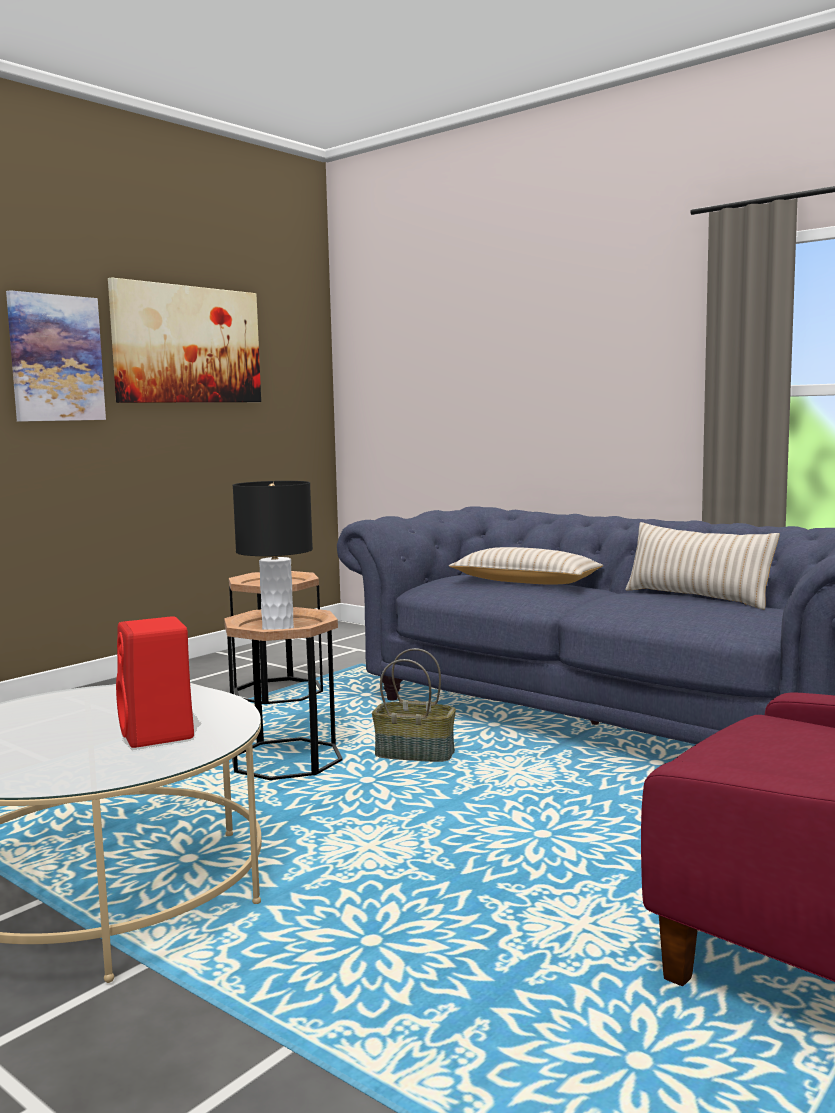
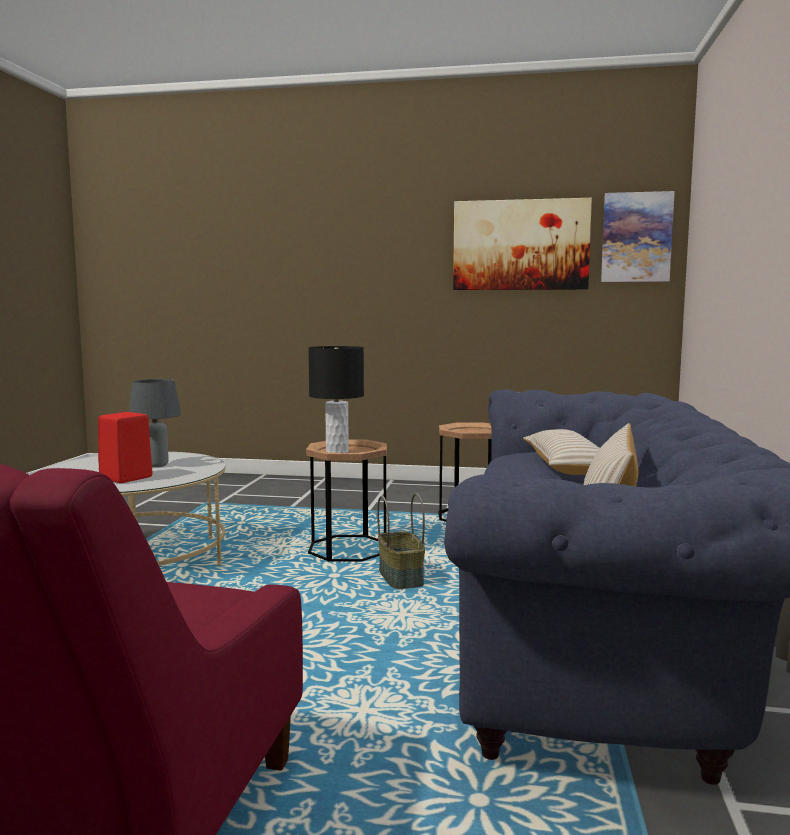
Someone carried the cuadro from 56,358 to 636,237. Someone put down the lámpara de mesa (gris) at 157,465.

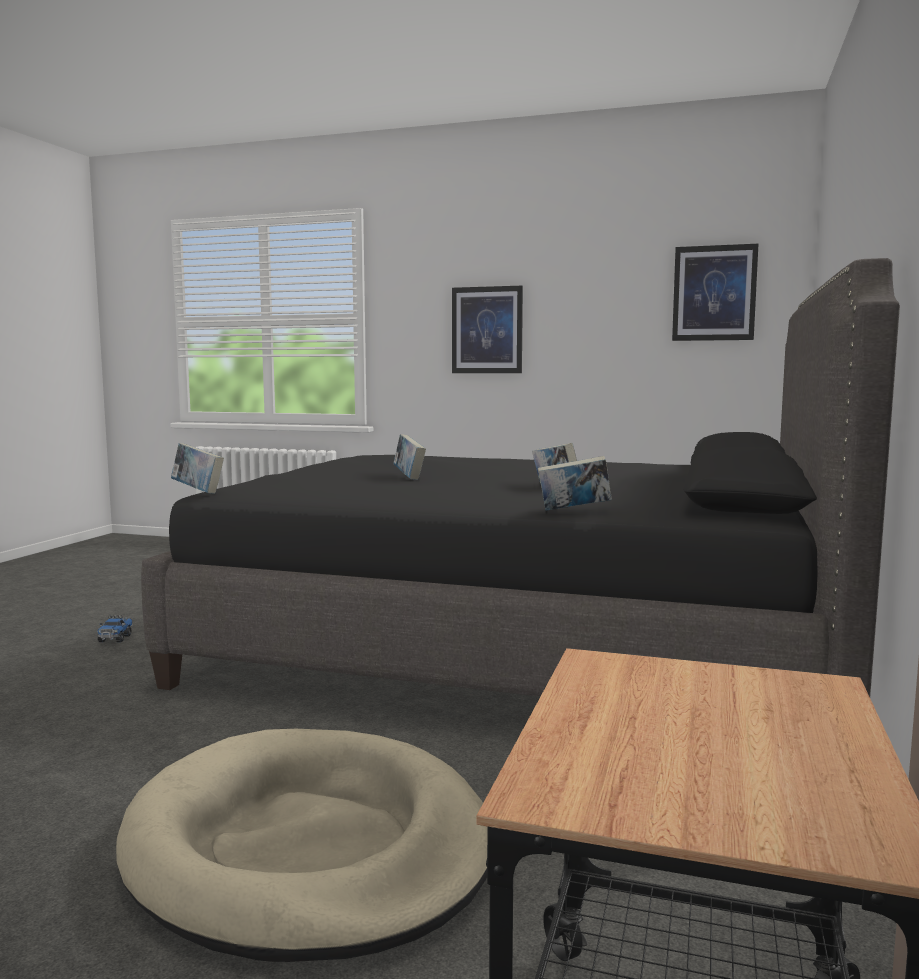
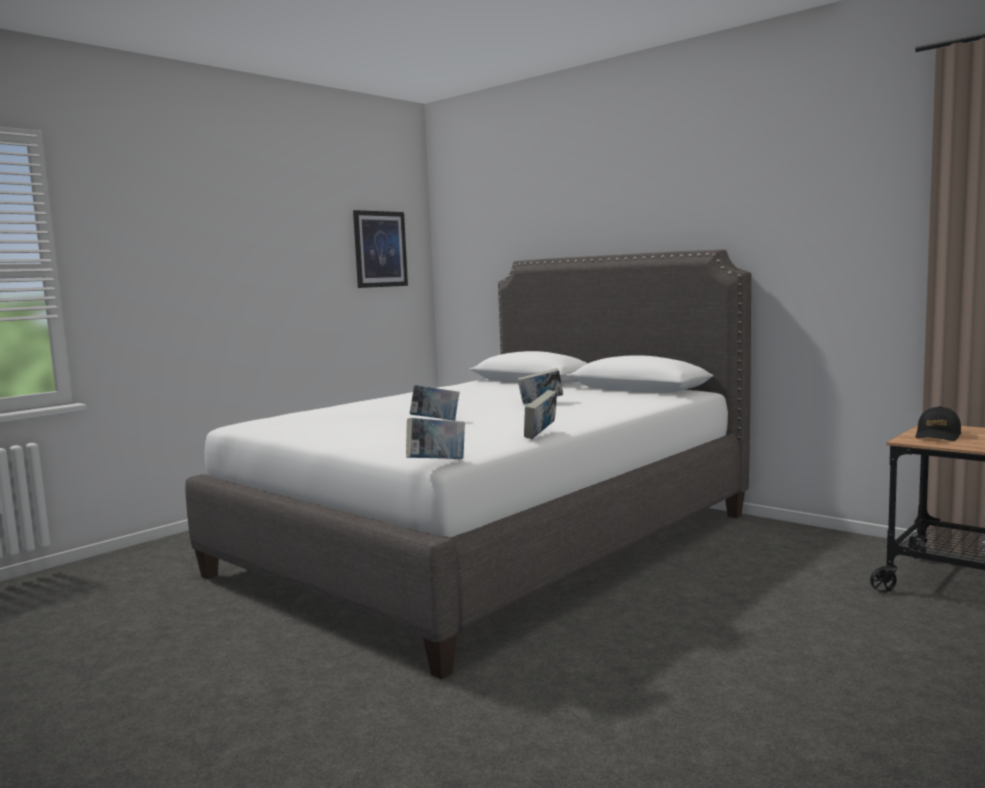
Someone repainted the cama (negro) at 519,649, which became the cama (blanco) at 491,543. Someone took away the cuadro at 487,330. Someone carried the libro from 573,510 to 541,435. Someone took away the camión de juguete at 115,638. Someone took away the cama para perro (beis) at 309,848. Someone put down the gorra (negro) at 938,436.

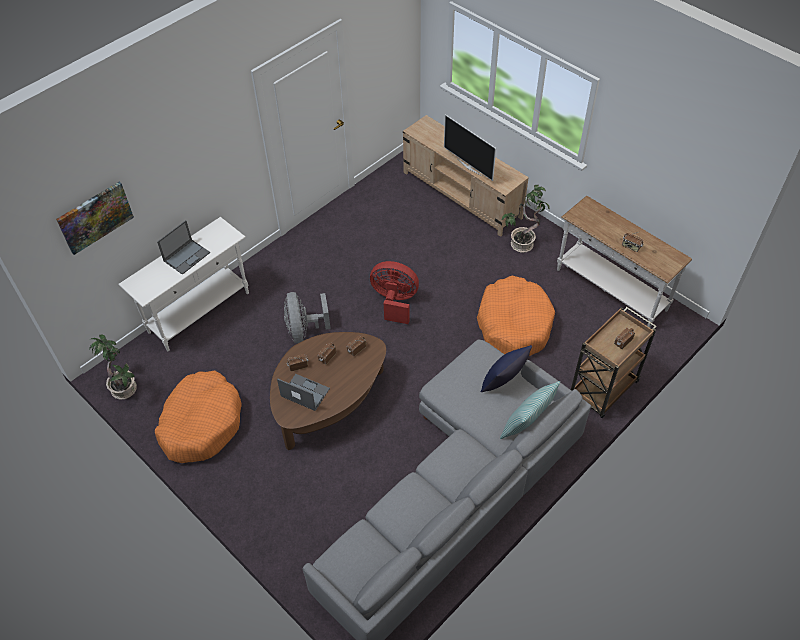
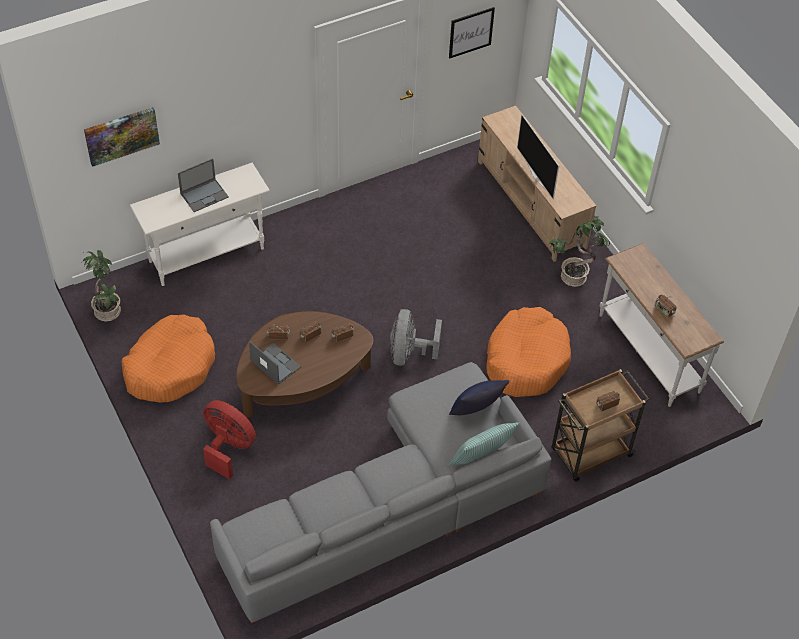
Someone carried the ventilador (rojo) from 394,302 to 228,447. Someone carried the ventilador (gris) from 304,330 to 409,353. Someone put up the cuadro at 471,32.

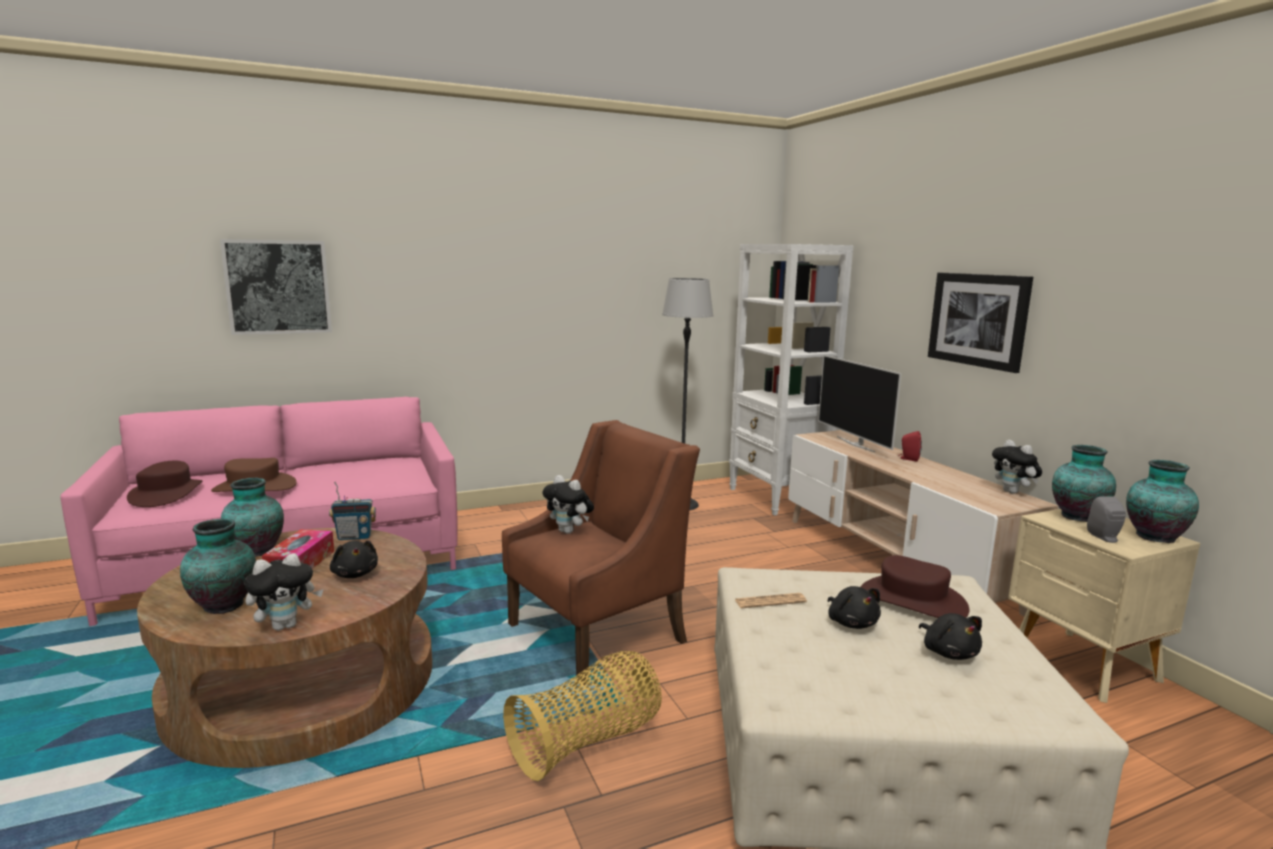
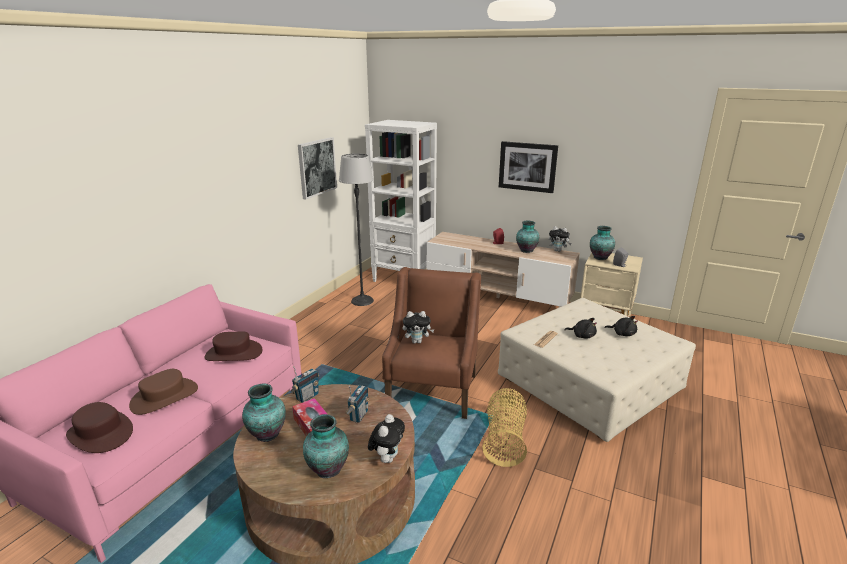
Someone carried the cuadro from 278,287 to 316,167. Someone took away the televisor at 856,444. Someone carried the florero from 1153,536 to 526,250. Someone swapped the peluche (negro) at 355,574 for the radio at 358,415. Someone carried the sombrero (marrón) from 912,600 to 233,353.

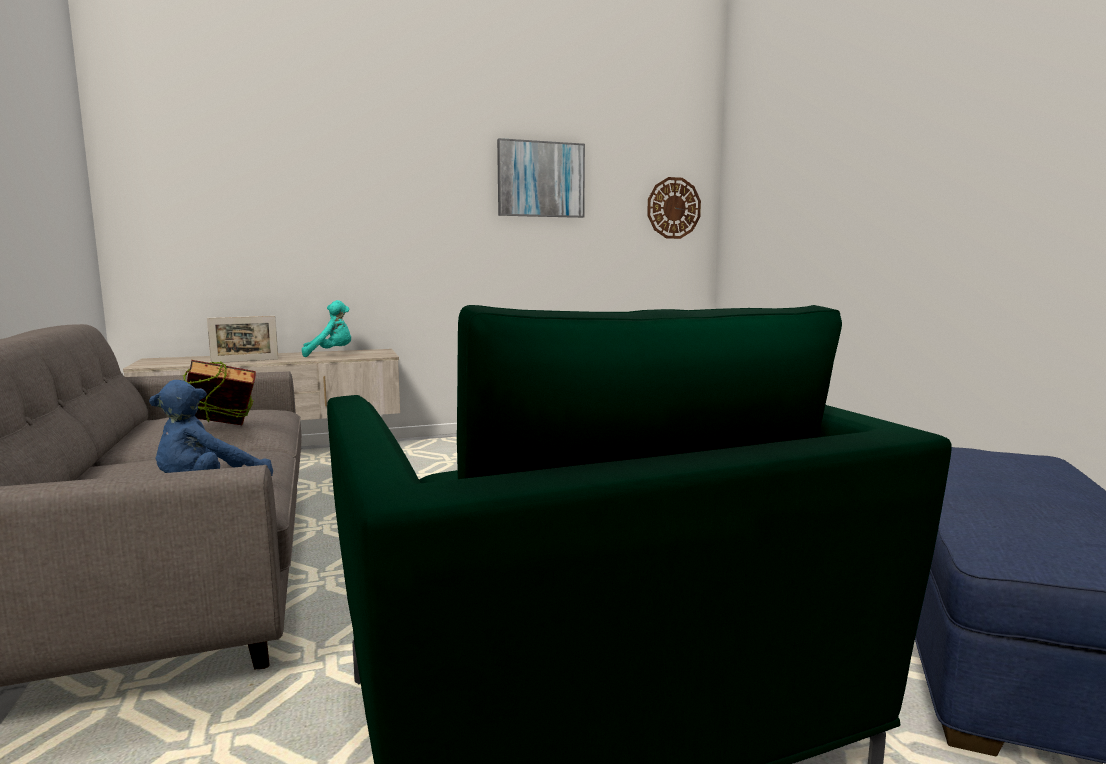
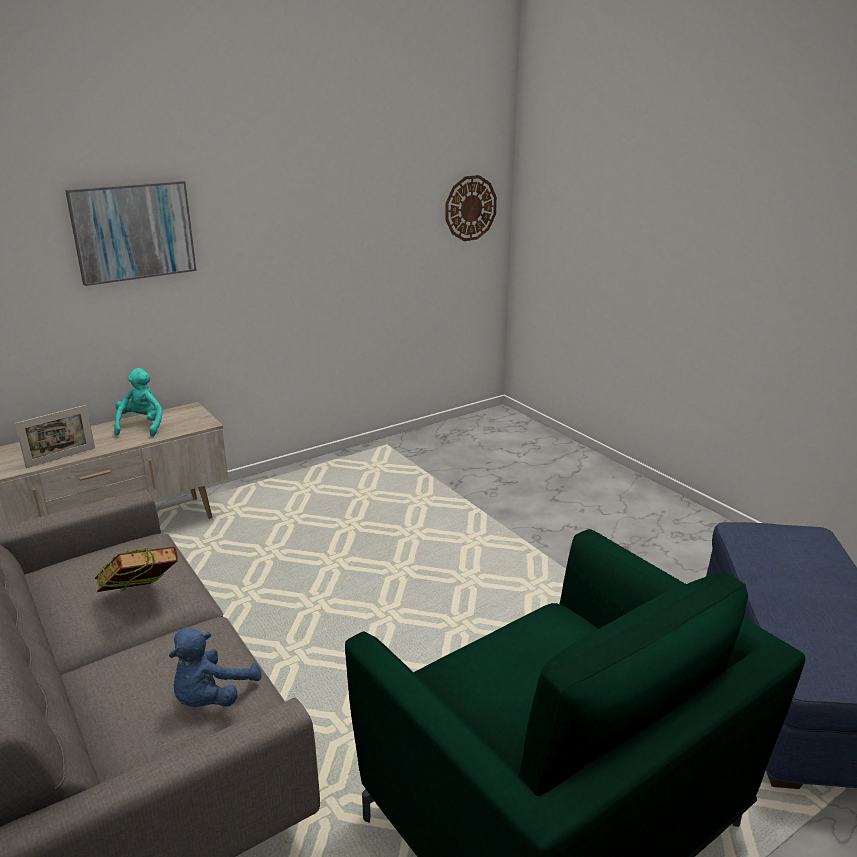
Someone carried the cuadro from 541,179 to 133,231. Someone rotated the peluche (turquesa) at 330,354 by 60 degrees counterclockwise.

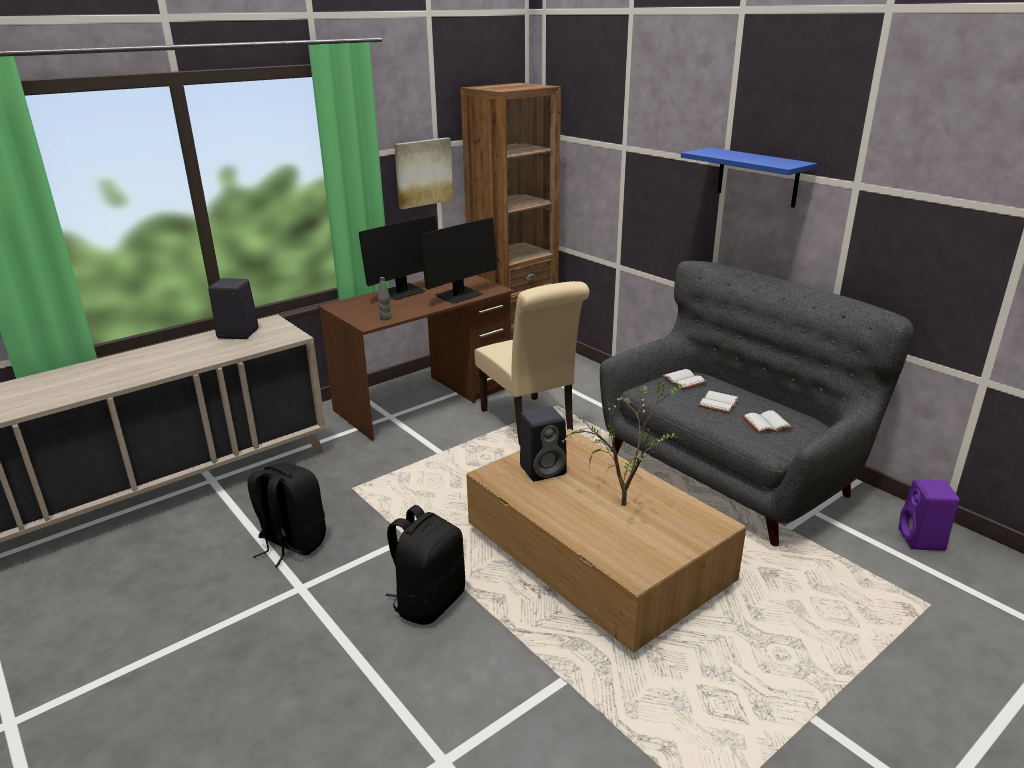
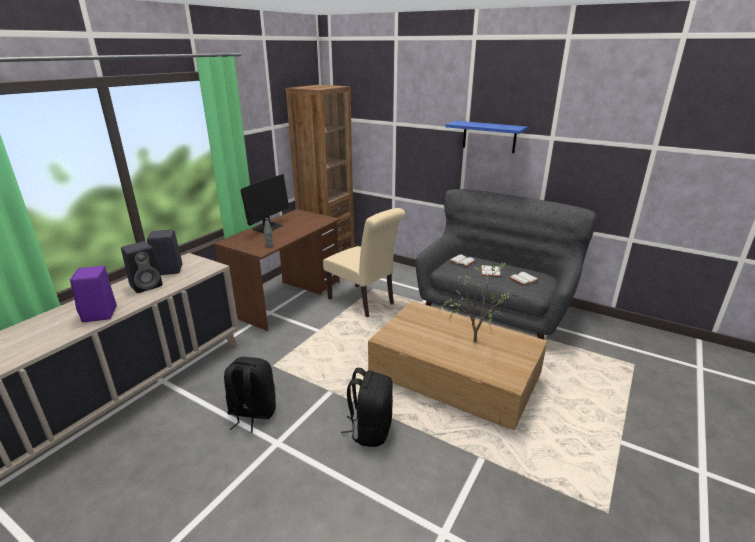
Someone took away the cuadro at 423,172. Someone took away the monitor at 459,295. Someone carried the altavoz (negro) from 544,469 to 147,285. Someone carried the altavoz (morado) from 922,540 to 100,315.

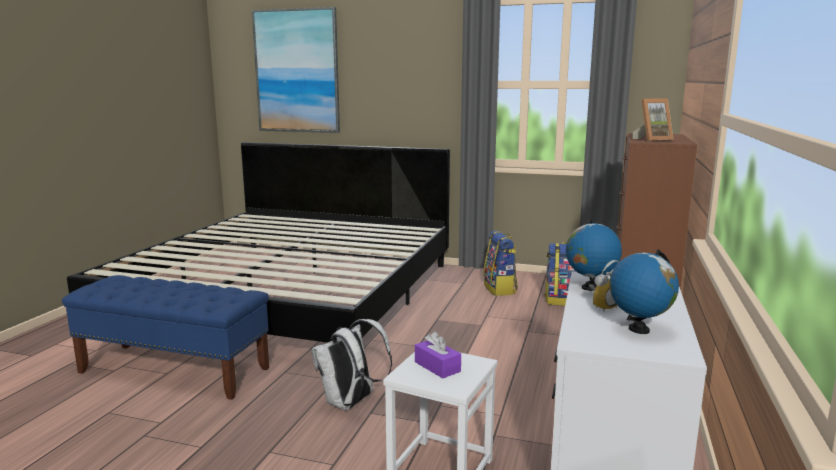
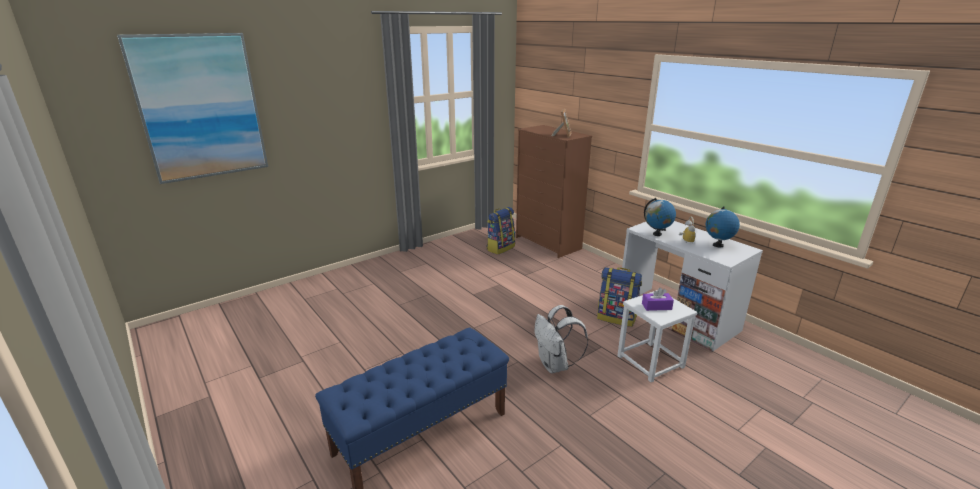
Someone took away the cama at 289,293. Someone carried the mochila from 500,289 to 617,317.

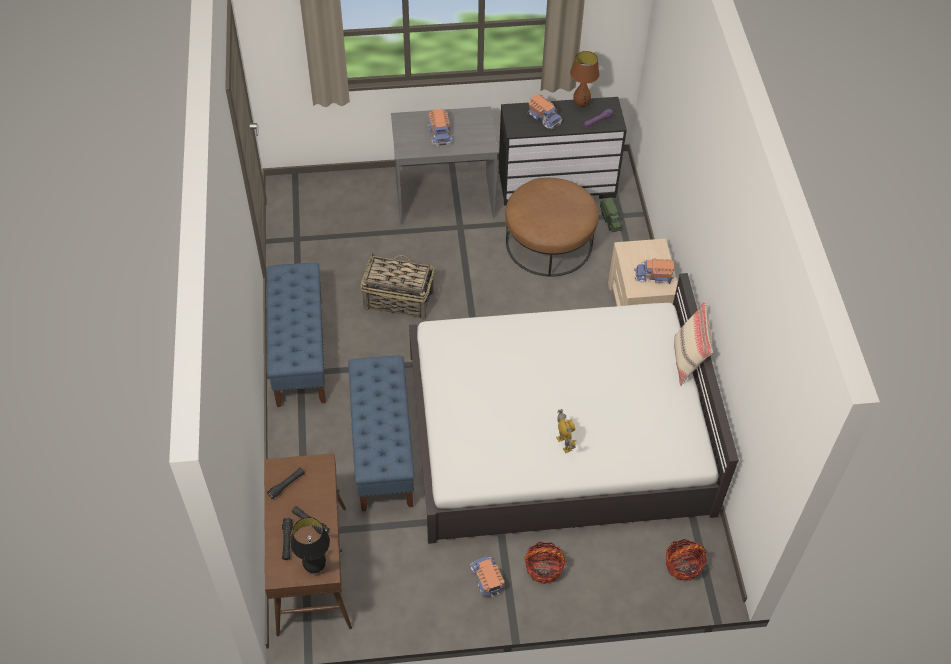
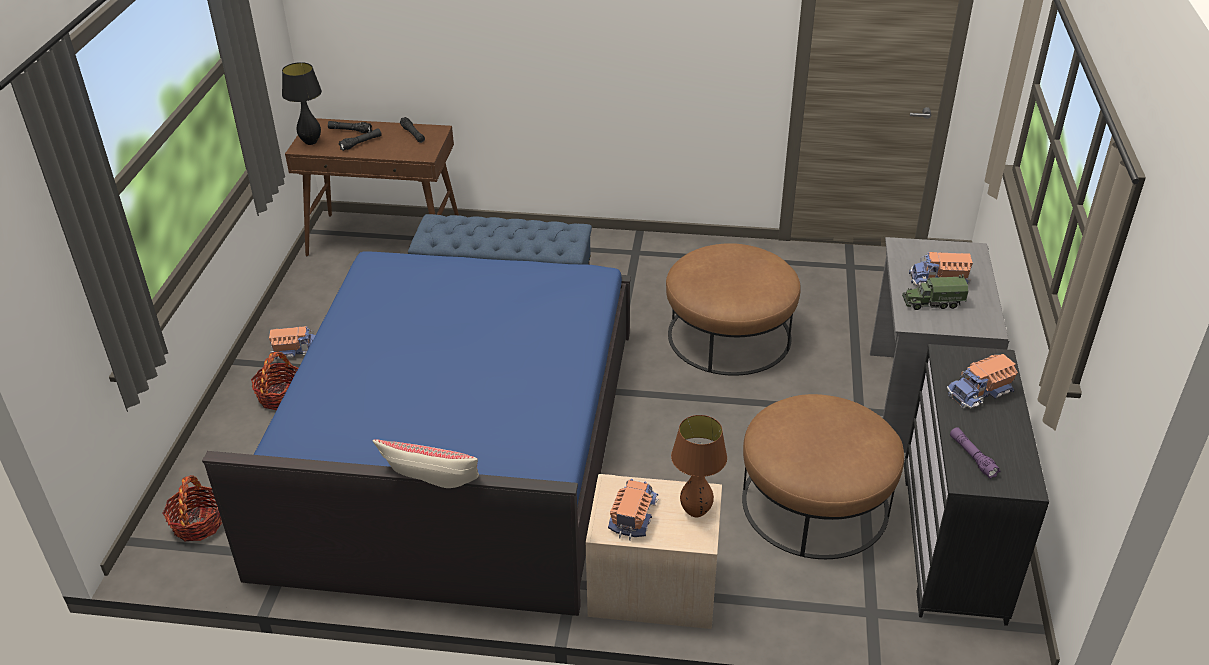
Someone carried the lámpara de mesa (marrón) from 581,104 to 696,512. Someone carried the camión de juguete from 611,220 to 933,302. Someone swapped the cesta at 398,300 for the puf (marrón) at 729,335. Someone took away the banco (azul) at 299,351. Someone repainted the cama (blanco) at 558,434, which became the cama (azul) at 457,445. Someone took away the robot de juguete at 564,443.

